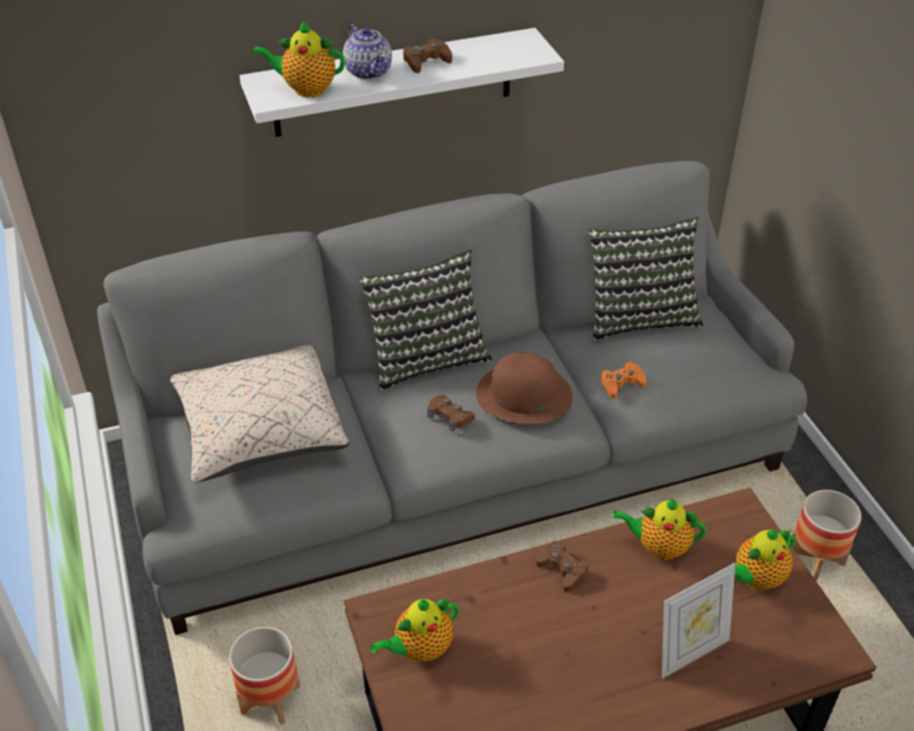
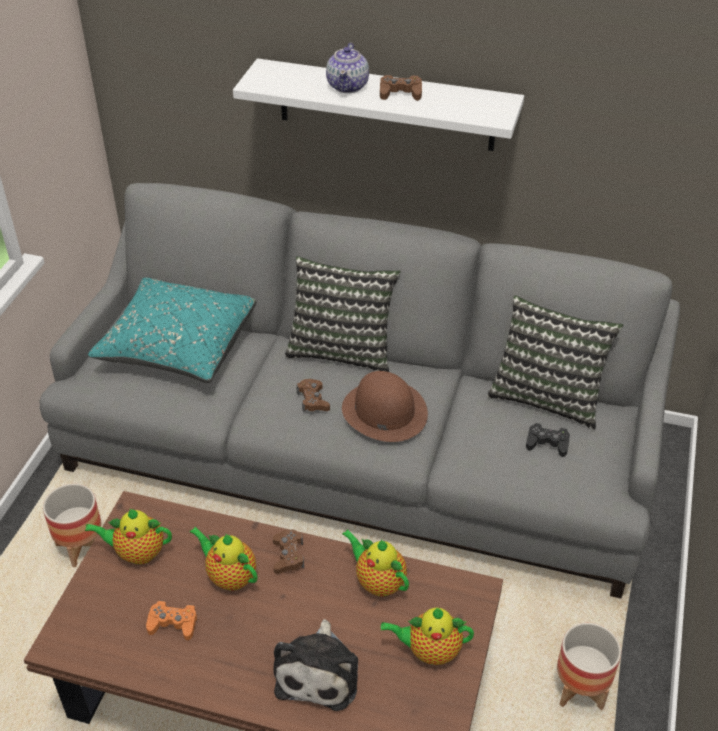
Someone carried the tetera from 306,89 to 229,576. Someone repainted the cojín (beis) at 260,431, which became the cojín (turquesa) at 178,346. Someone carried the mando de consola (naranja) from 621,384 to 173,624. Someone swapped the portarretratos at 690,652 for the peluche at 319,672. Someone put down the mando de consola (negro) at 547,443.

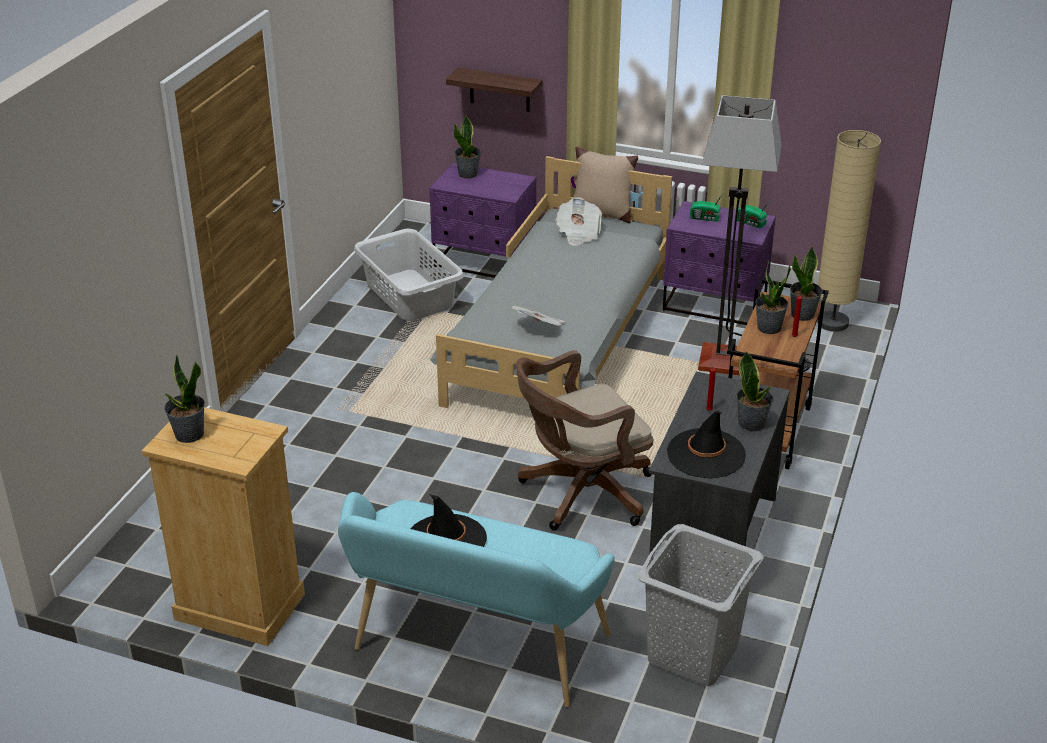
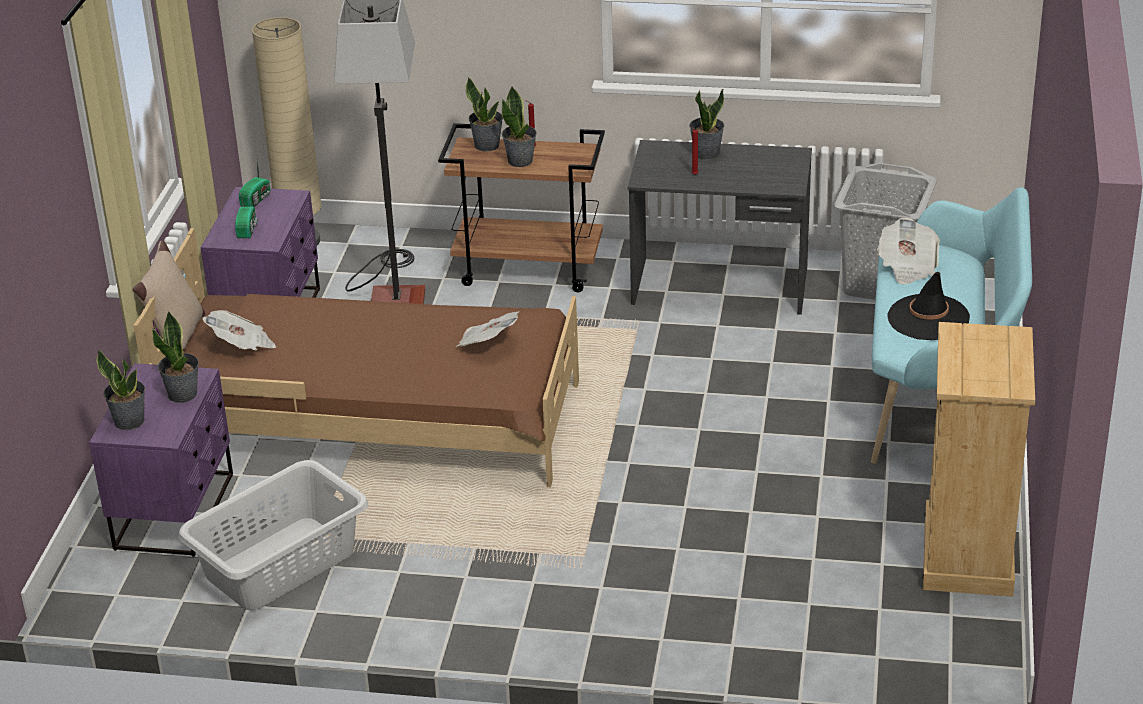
Someone took away the estante at 499,90. Someone repainted the cama (gris) at 560,340, which became the cama (marrón) at 375,419. Someone took away the silla de oficina (marrón) at 580,494. Someone carried the planta en maceta from 189,434 to 183,394. Someone took away the sombrero (negro) at 706,454. Someone put down the periódico at 907,267.

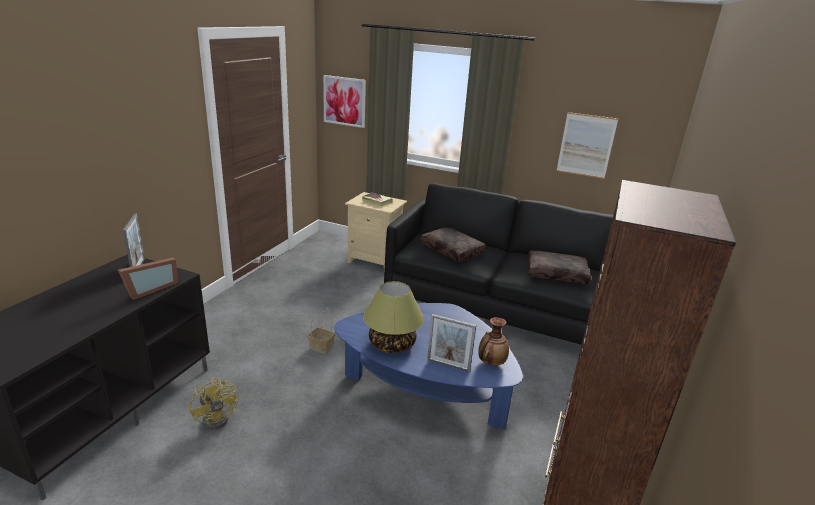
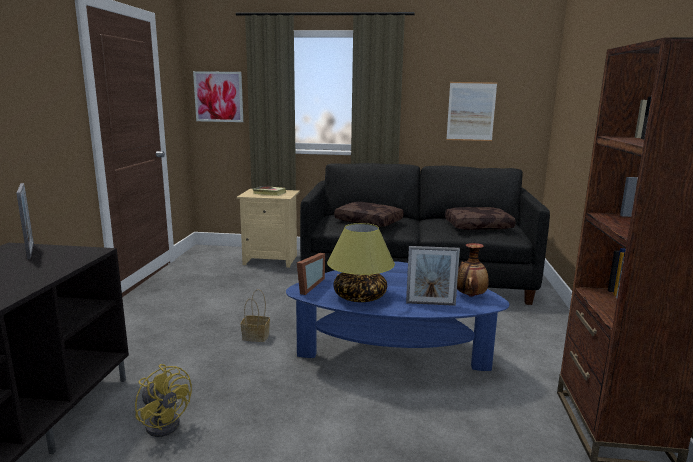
Someone carried the portarretratos from 150,289 to 307,286.

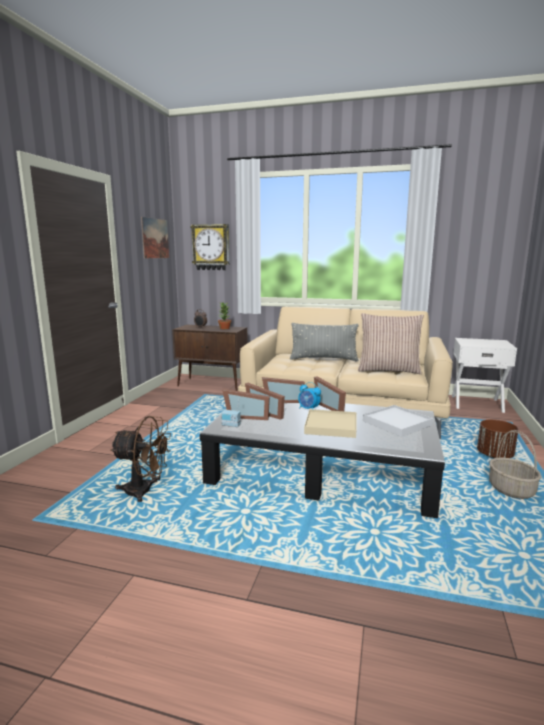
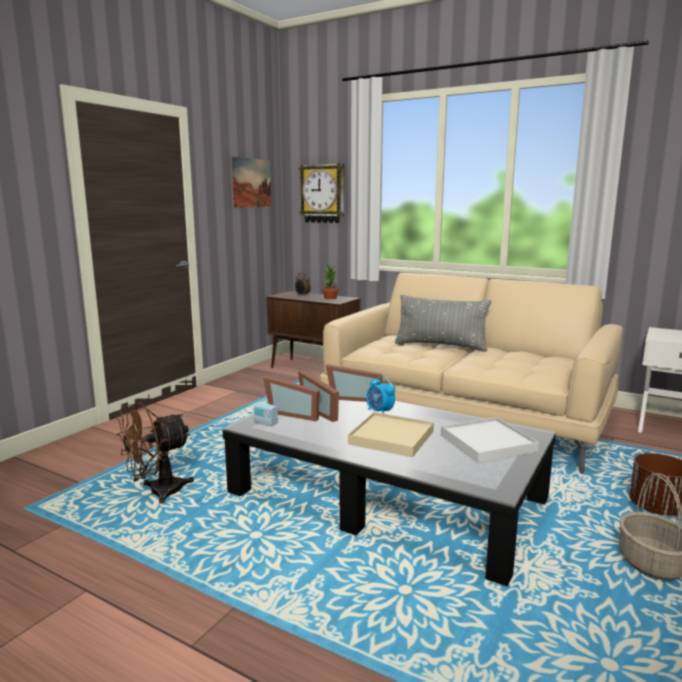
Someone took away the cojín at 388,370. Someone took away the portarretratos at 331,407. Someone rotated the ventilador (marrón) at 145,491 by 120 degrees clockwise.

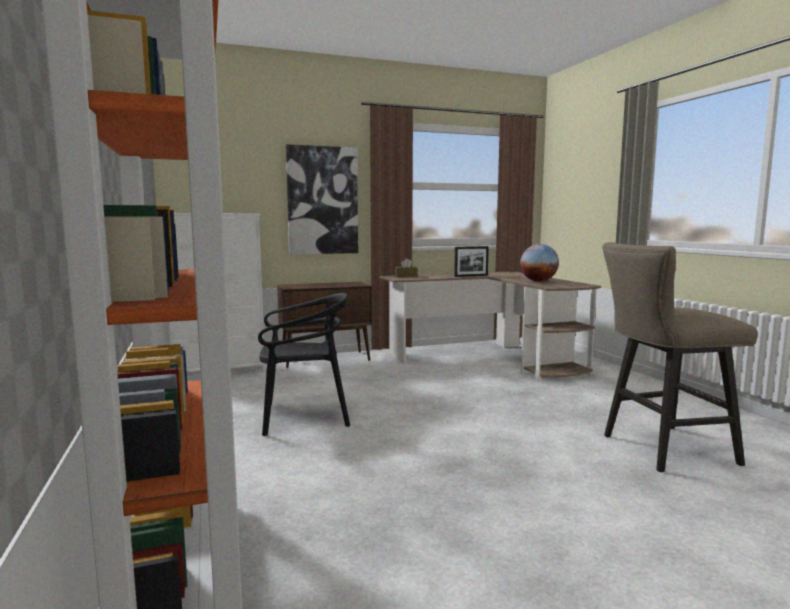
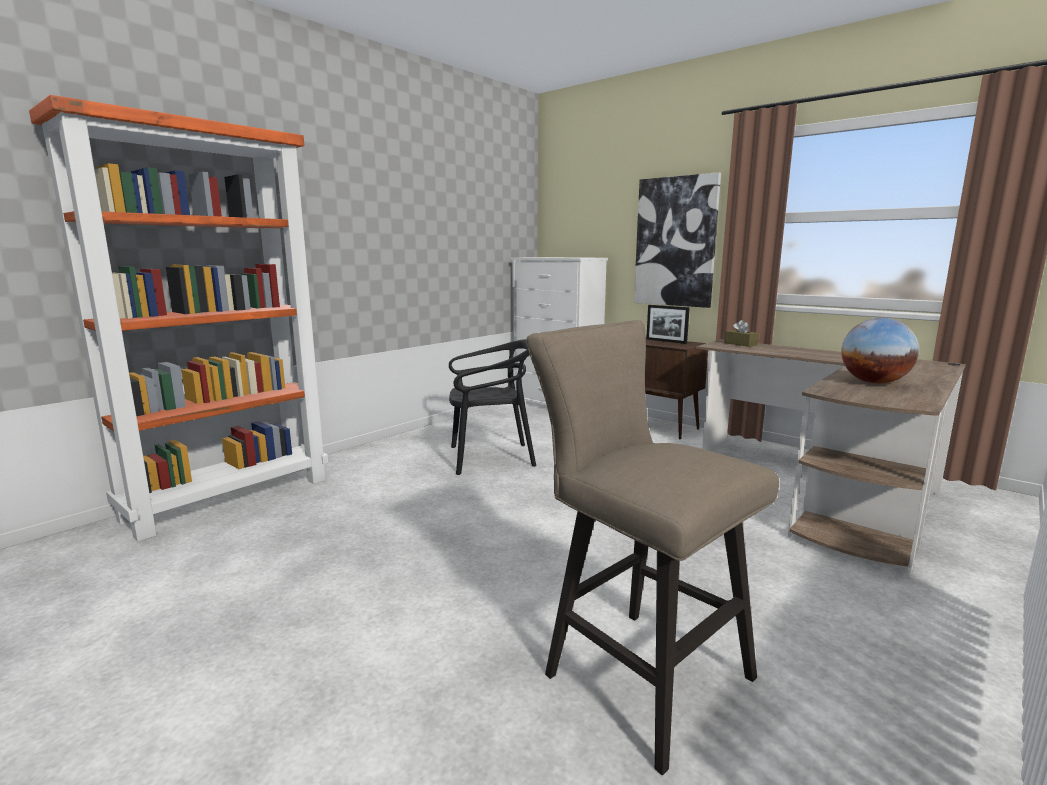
Someone carried the portarretratos from 471,276 to 666,341. Someone rotated the silla (negro) at 304,417 by 60 degrees counterclockwise.

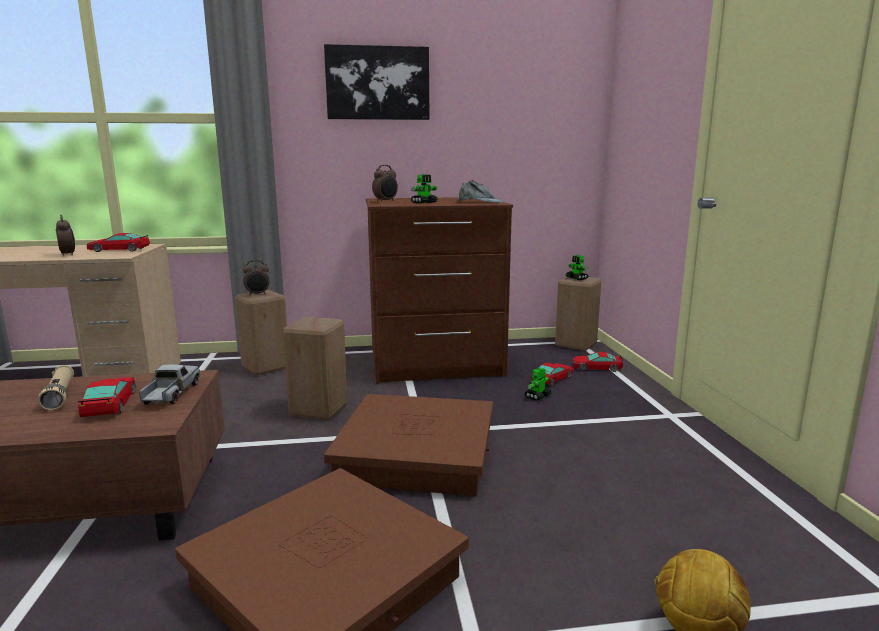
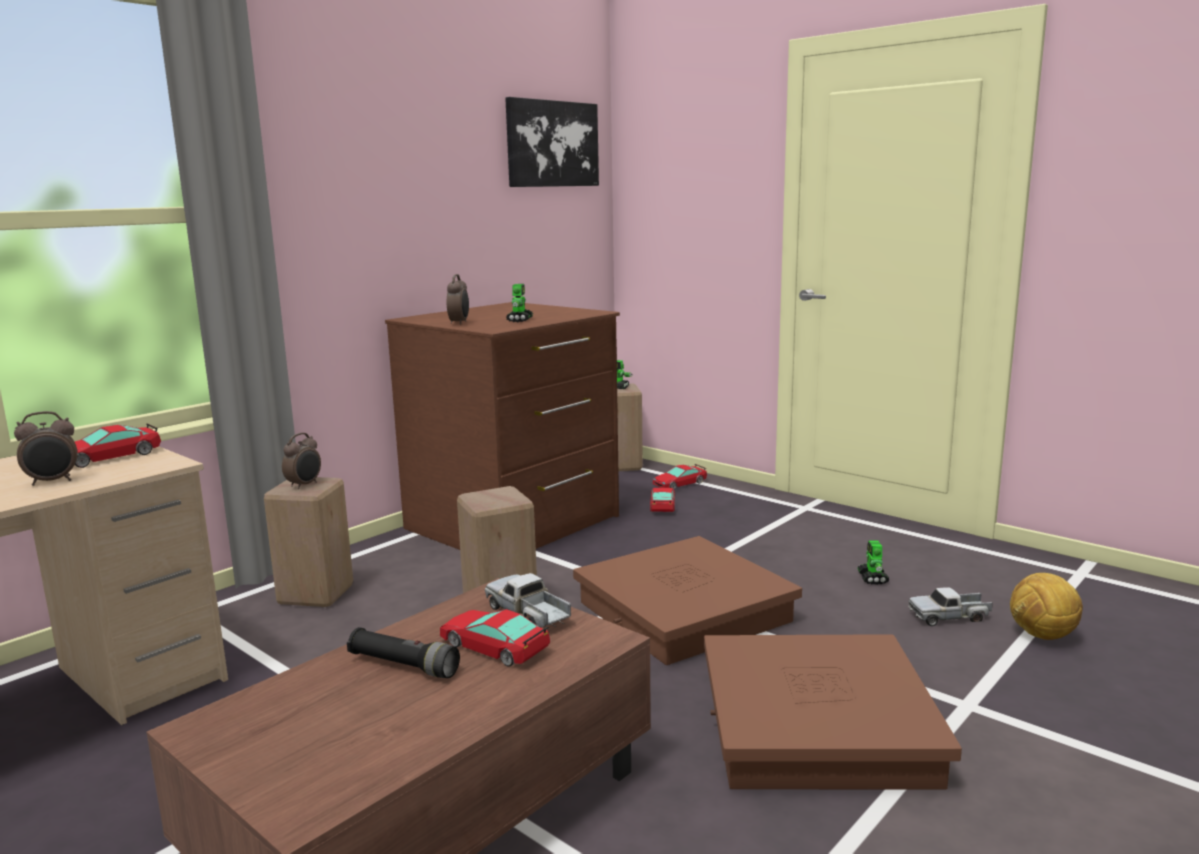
Someone carried the cuadro from 377,83 to 552,144. Someone took away the gorra (gris) at 480,202. Someone rotated the despertador at 68,254 by 135 degrees clockwise. Someone repainted the linterna (beis) at 60,396, which became the linterna (negro) at 404,665. Someone carried the robot de juguete from 537,396 to 872,579. Someone put down the camión de juguete at 949,617.

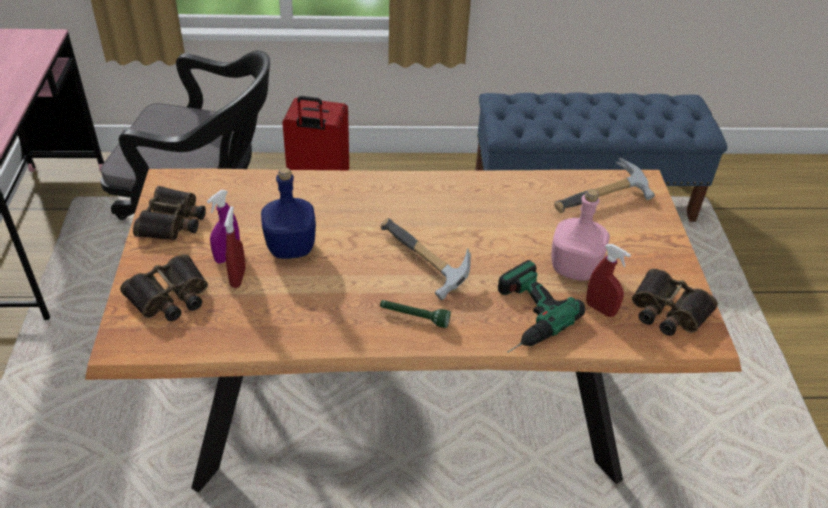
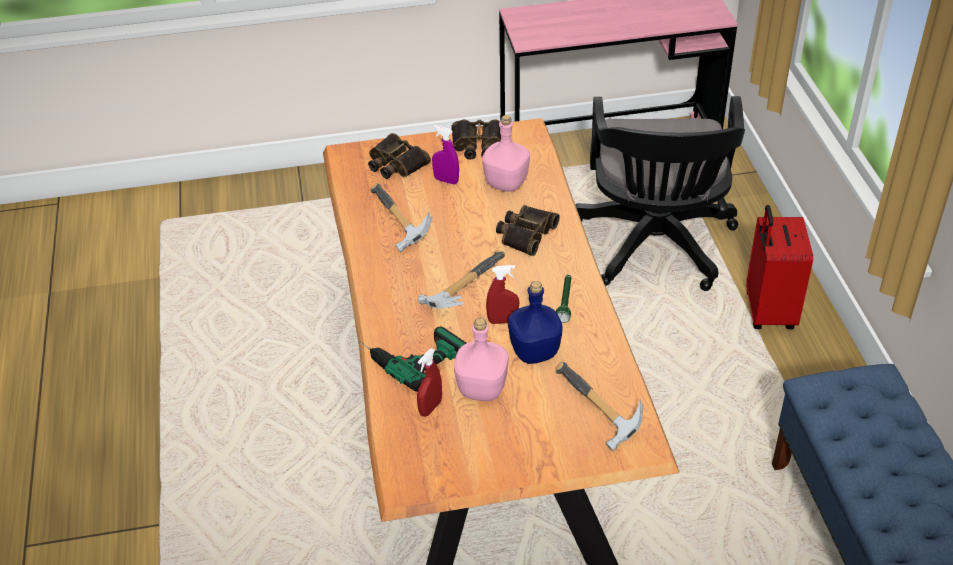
Someone carried the botella (azul) from 291,248 to 533,352. Someone carried the pulverizador (rojo) from 238,278 to 502,321. Someone carried the prismáticos from 667,311 to 525,234. Someone carried the linterna (verde) from 414,317 to 565,302. Someone put down the botella (rosa) at 507,183. Someone put down the martillo at 395,224.

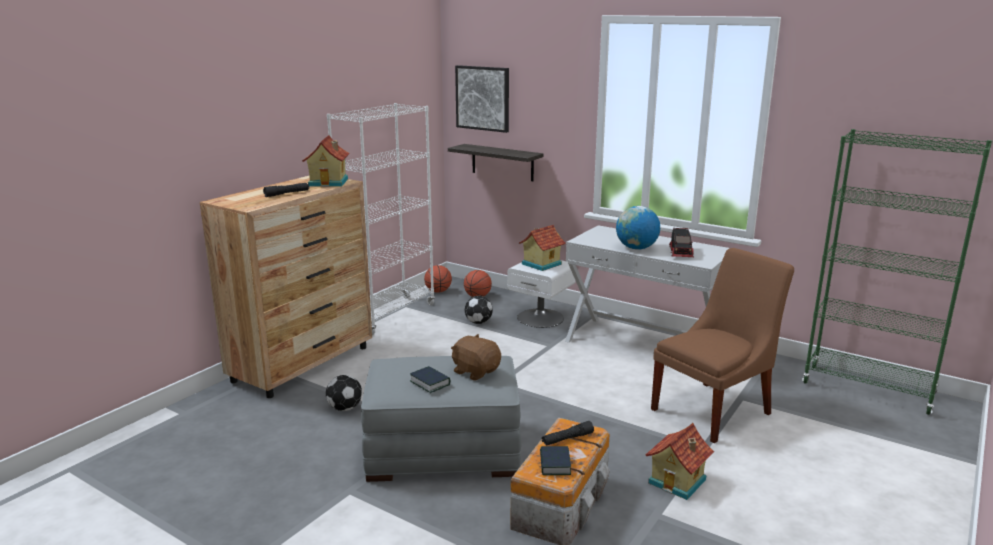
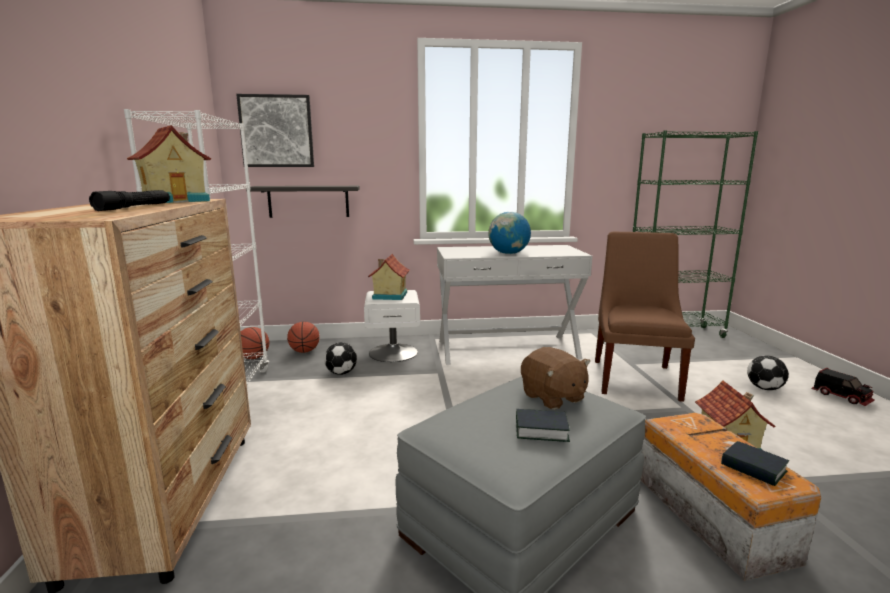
Someone carried the camión de juguete from 681,253 to 841,397. Someone rotated the peluche (marrón) at 476,371 by 120 degrees counterclockwise. Someone carried the balón de fútbol from 345,408 to 764,388. Someone took away the linterna (negro) at 567,439.

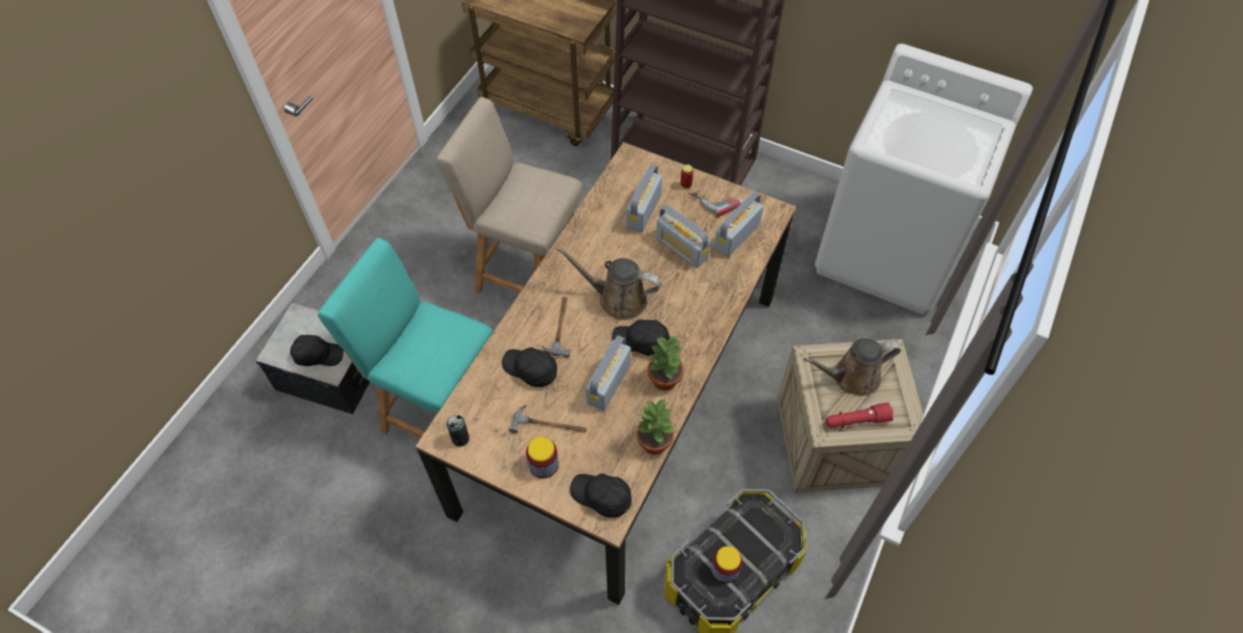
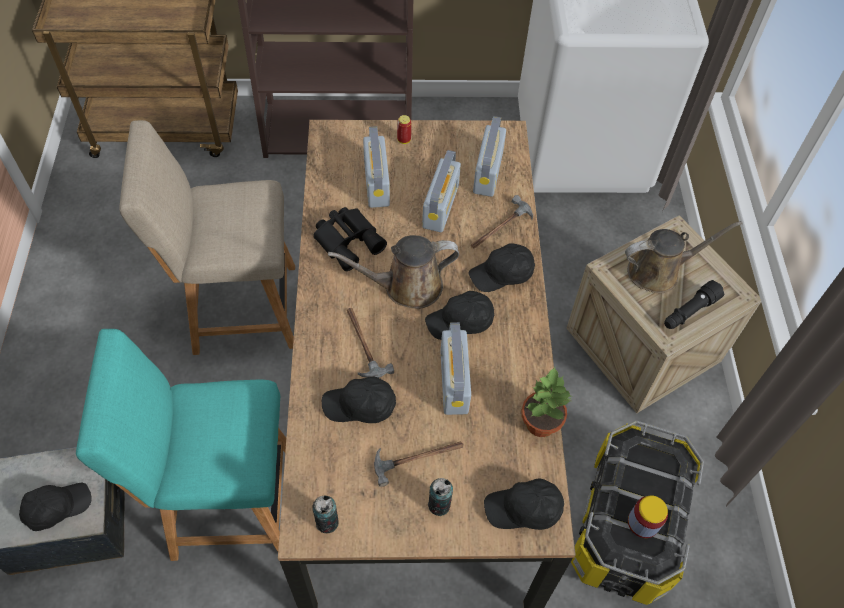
Someone took away the taladro at 716,200. Someone rotated the radio at 682,248 by 90 degrees counterclockwise. Someone took away the planta en maceta at 665,380. Someone rotated the regadera (marrón) at 851,377 by 150 degrees counterclockwise. Someone repainted the linterna (rojo) at 856,421, which became the linterna (negro) at 689,312. Someone swapped the tarro at 543,464 for the lata at 439,505. Someone put down the martillo at 500,228. Someone put down the prismáticos (negro) at 349,240. Someone put down the gorra (negro) at 502,274.

